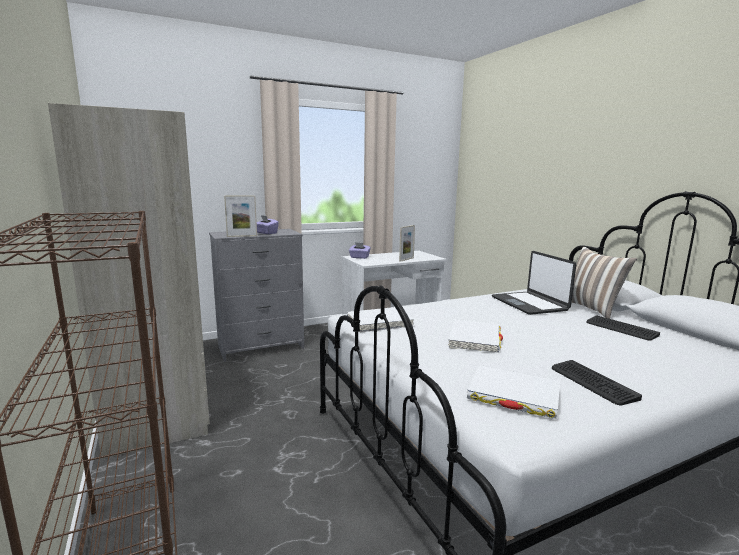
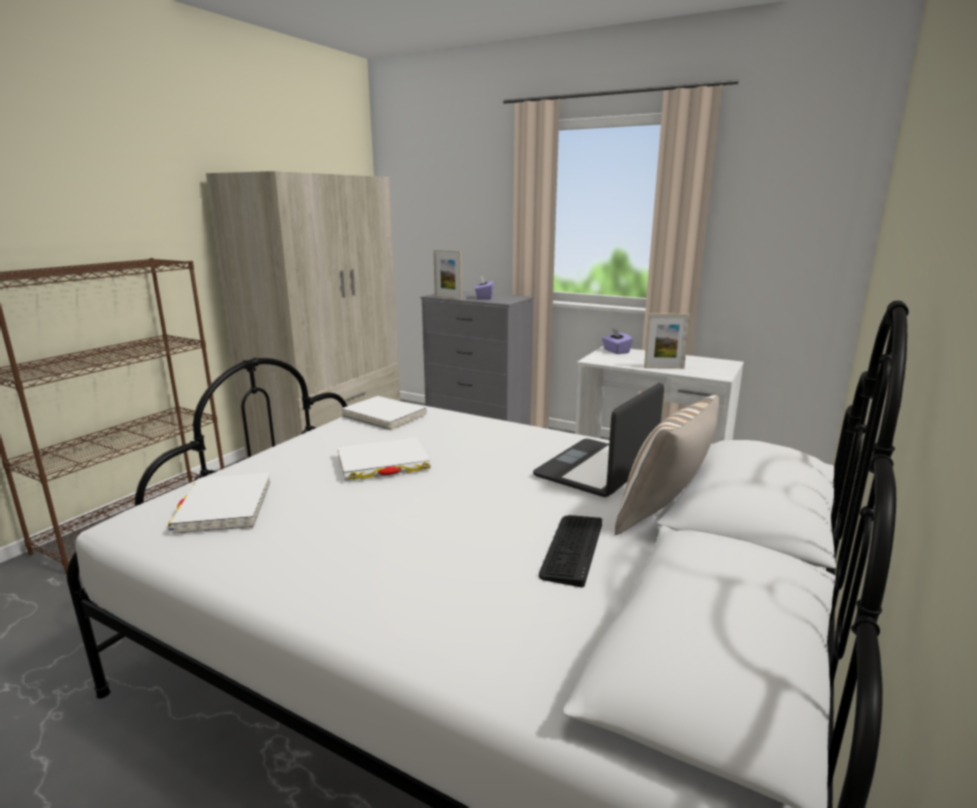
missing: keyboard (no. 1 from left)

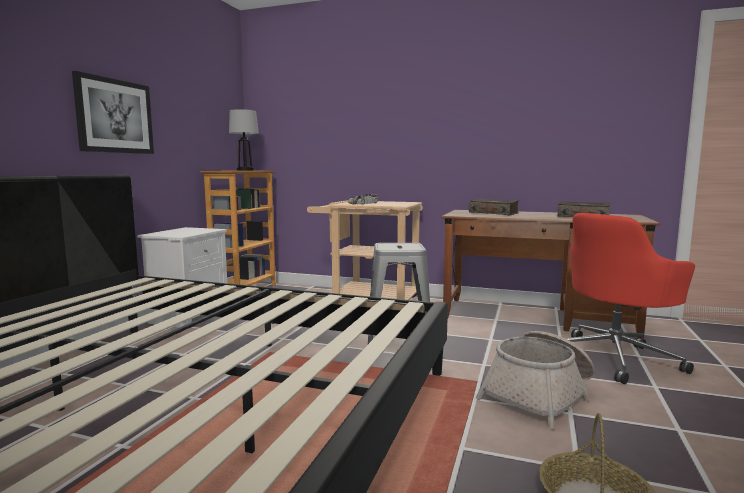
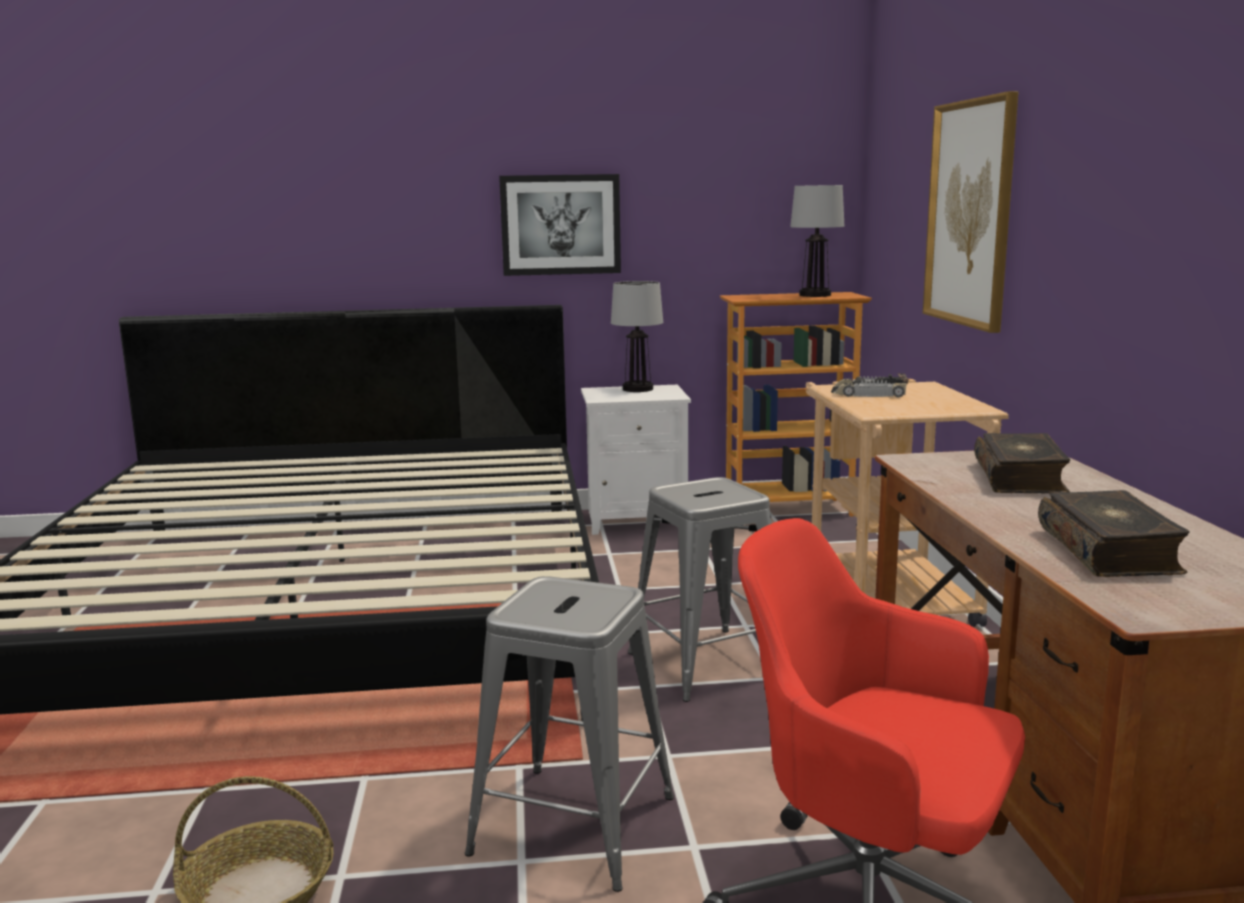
appeared: lamp for a table (no. 1 from left); wall art (no. 2 from left)
exchanged: storage basket (no. 1 from left) to greyish stool seat (no. 1 from left)

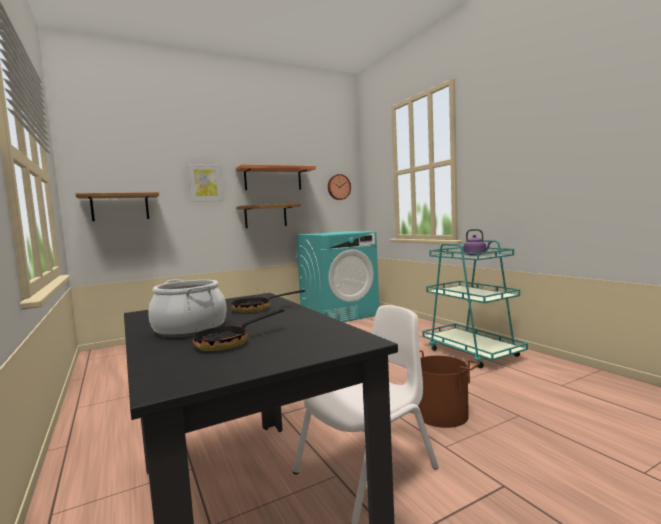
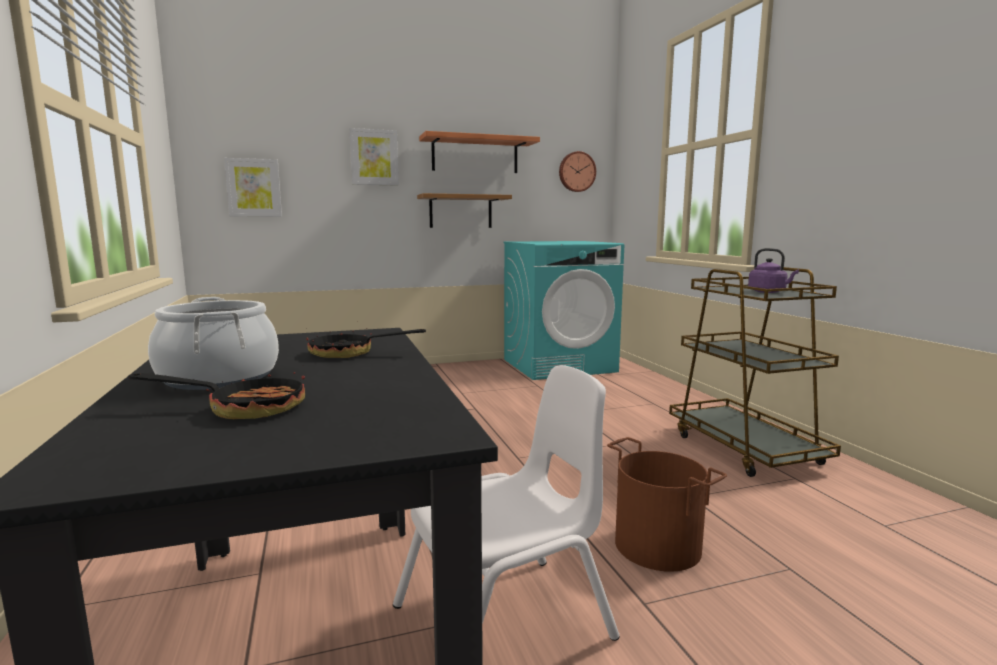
exchanged: wall shelf (no. 1 from left) to wall art (no. 1 from left)
colour: blue-green trolley to brown trolley
spun: skillet (no. 1 from left) 150 degrees counterclockwise

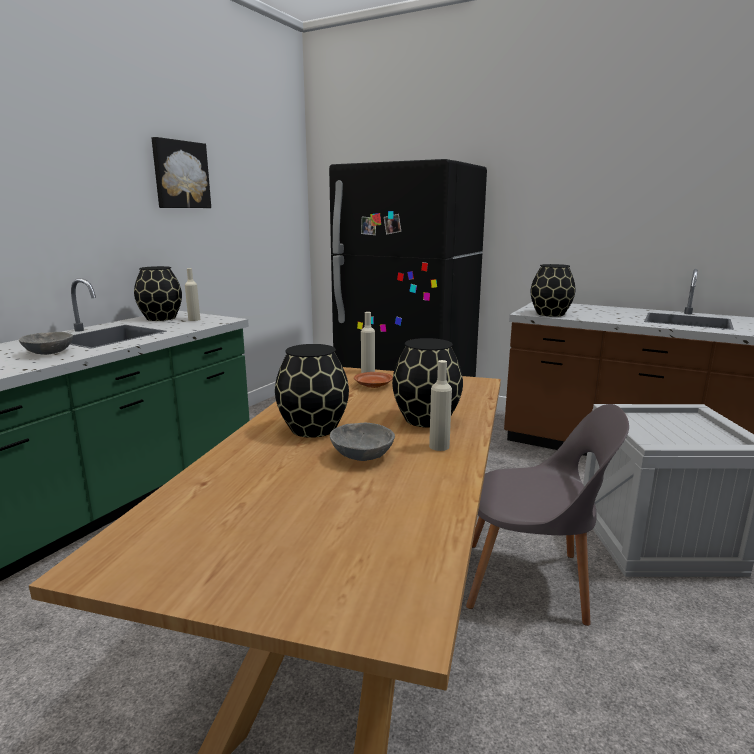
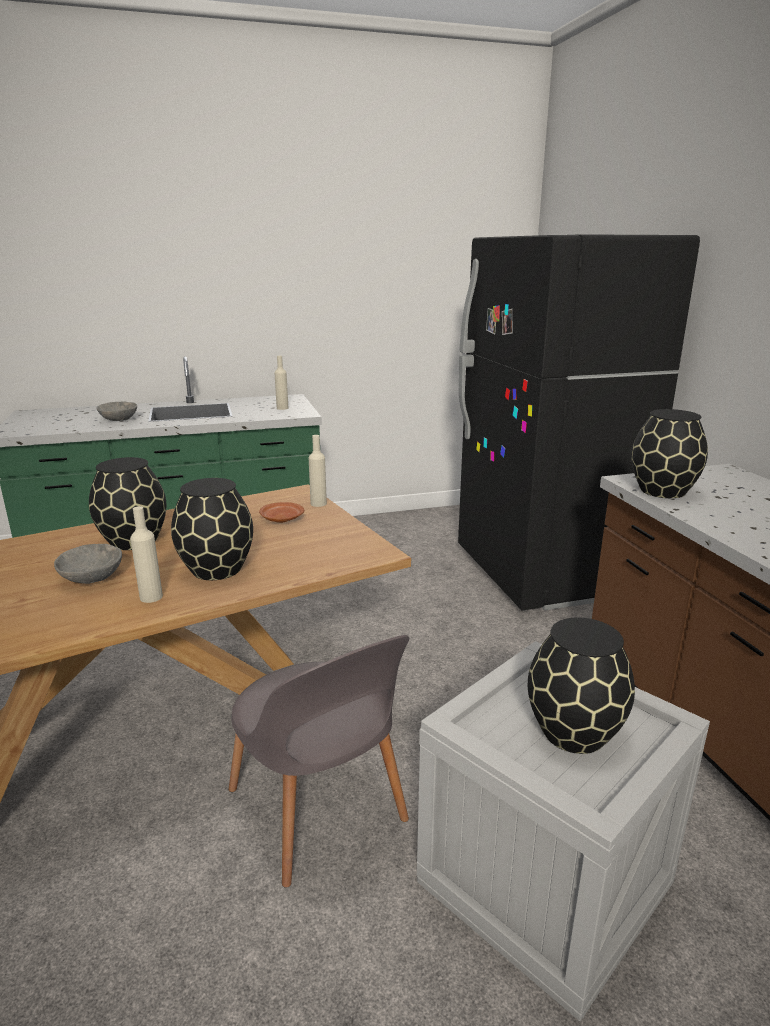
missing: wall art
relocated: black-coloured decorative vase (no. 1 from left in the first image) to black-coloured decorative vase (no. 3 from left)

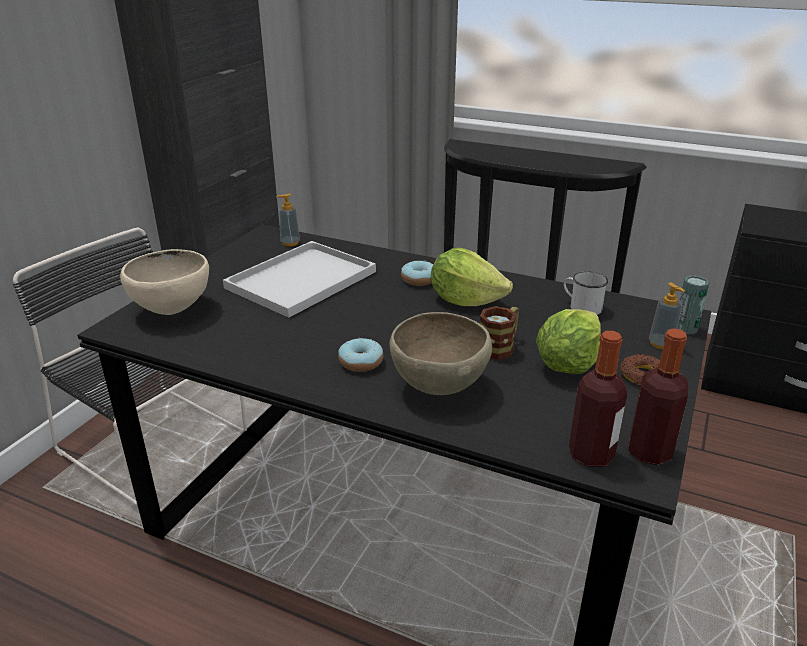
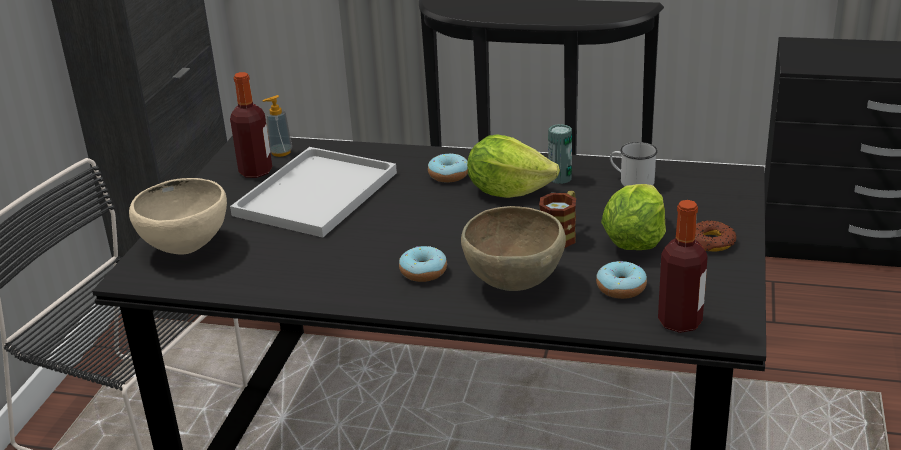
missing: soap bottle (no. 2 from left)
appeared: doughnut (no. 3 from left)
relocated: drink bottle (no. 2 from left in the first image) to drink bottle (no. 1 from left); sealed can

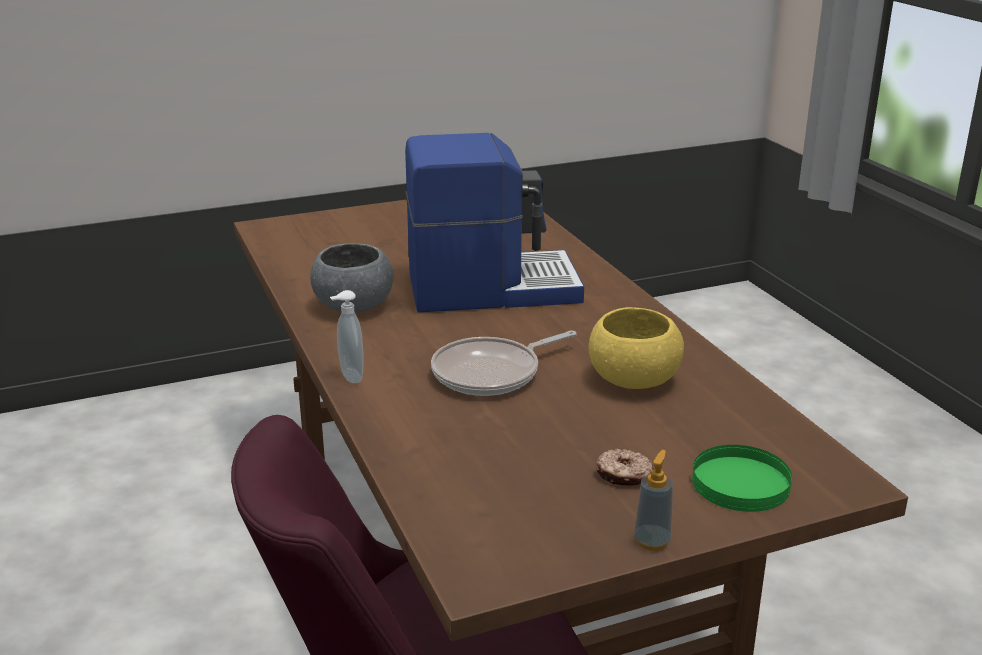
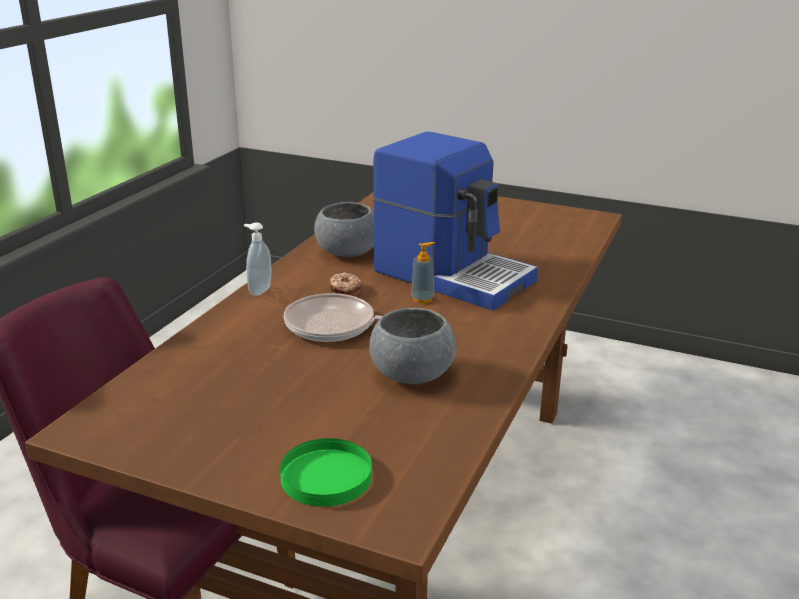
relocated: doughnut; soap bottle (no. 2 from left)
colour: yellowish deep dish to greyish deep dish (no. 2 from left)

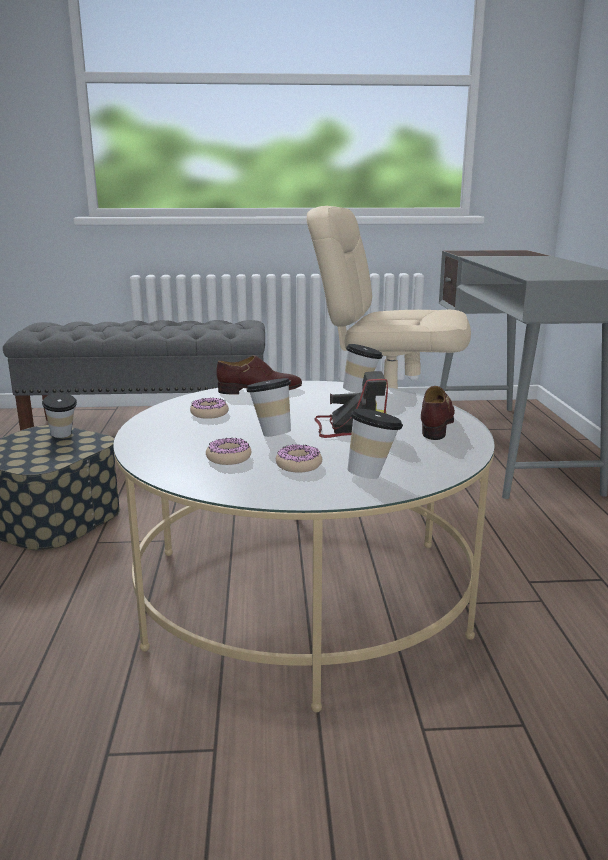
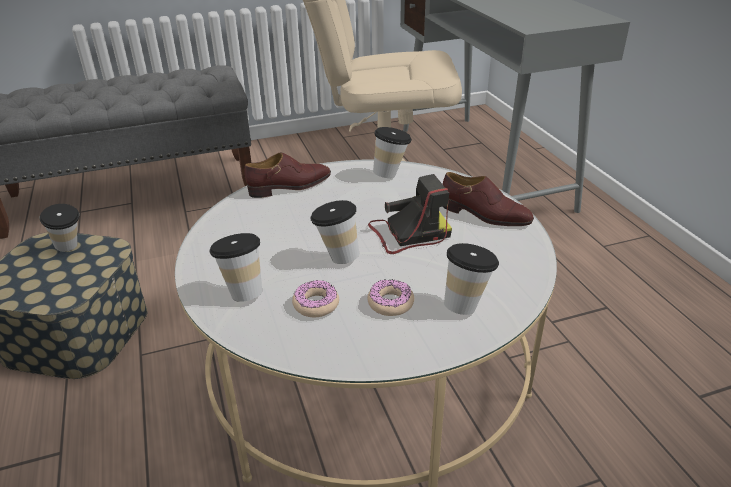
missing: doughnut (no. 1 from left)
appeared: drinking cup (no. 2 from left)
spun: brown shoe (no. 2 from left) 120 degrees clockwise

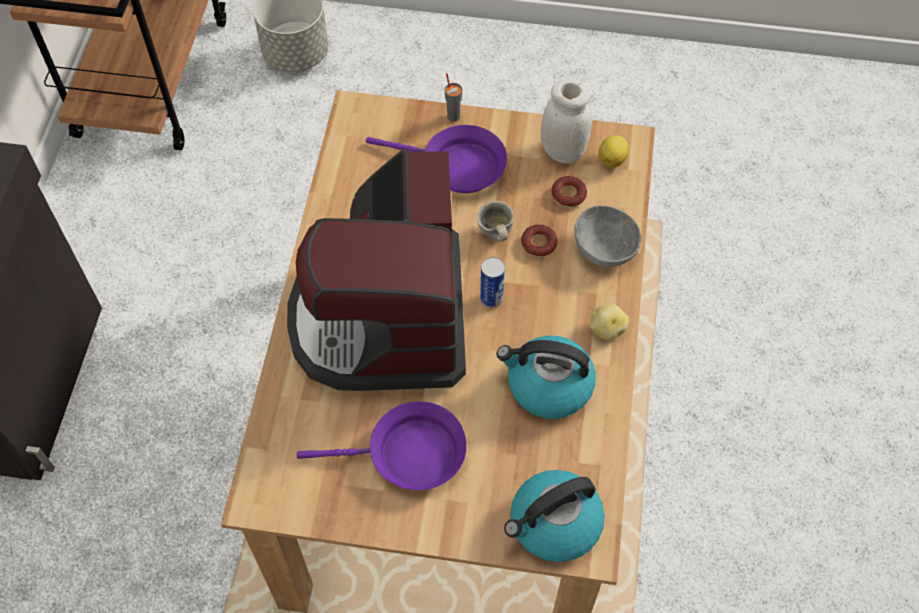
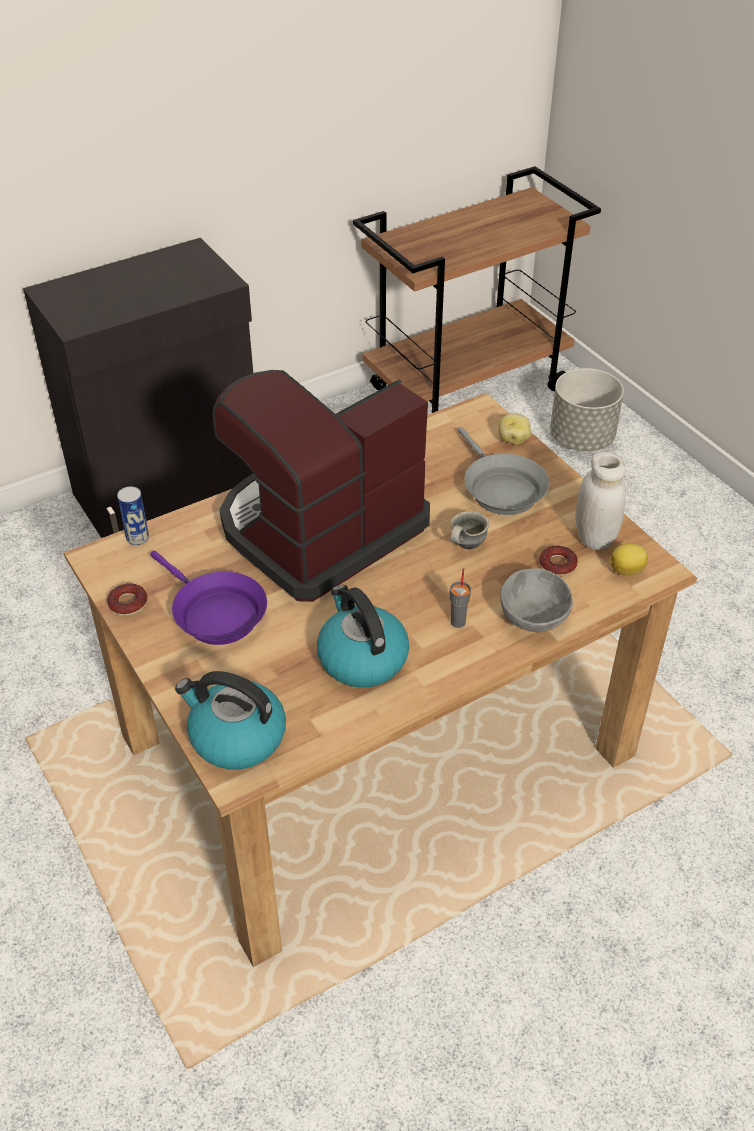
relocated: doughnut (no. 1 from left); sealed can; greyish drinking cup; spud
colour: purple-coloured skillet (no. 2 from left) to greyish skillet

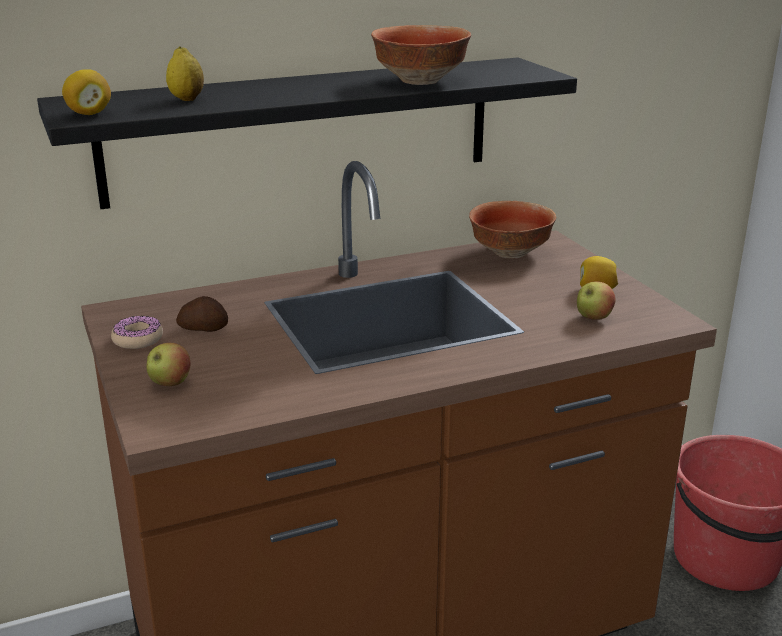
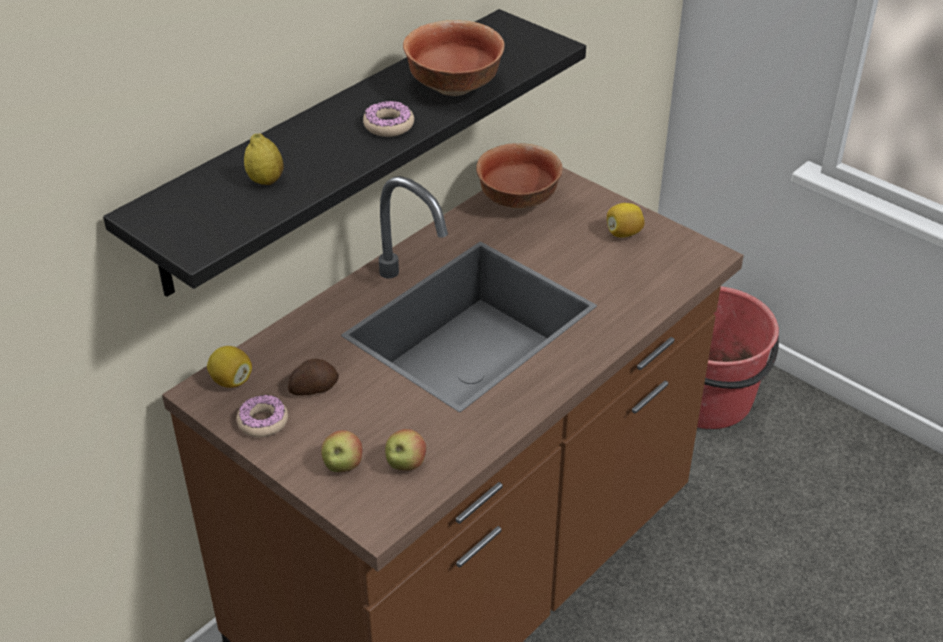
appeared: doughnut (no. 2 from left)
relocated: citrus fruit (no. 1 from left); apple (no. 2 from left)

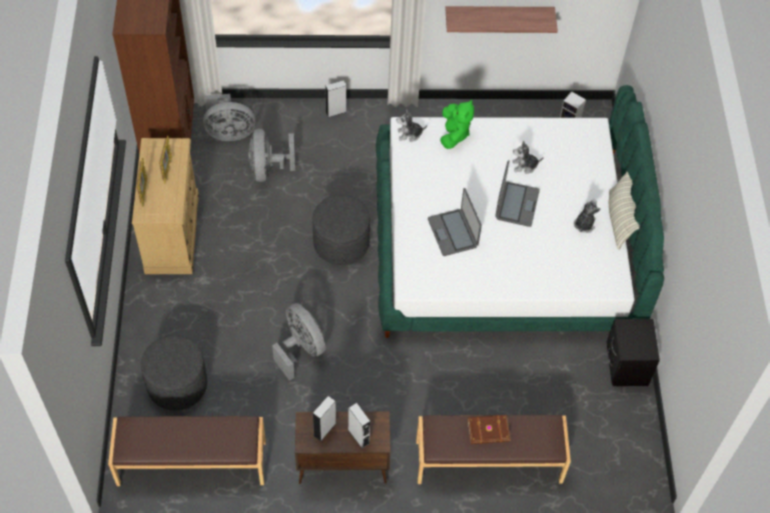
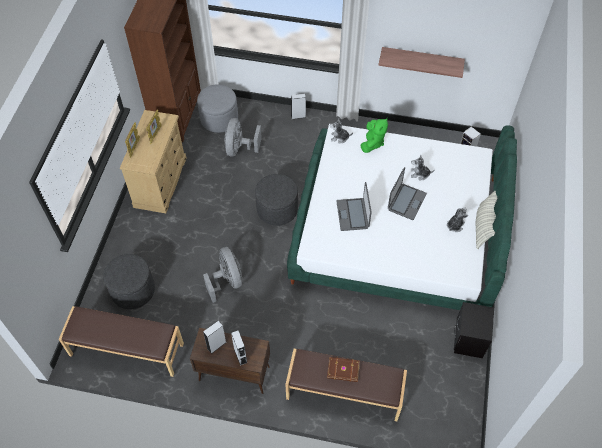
exchanged: greyish fan (no. 1 from left) to greyish pouffe (no. 2 from left)

